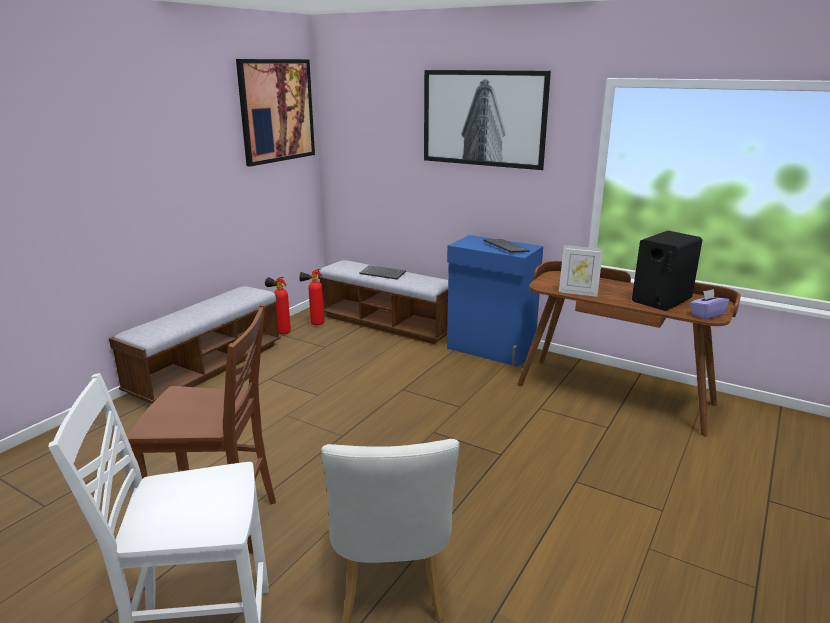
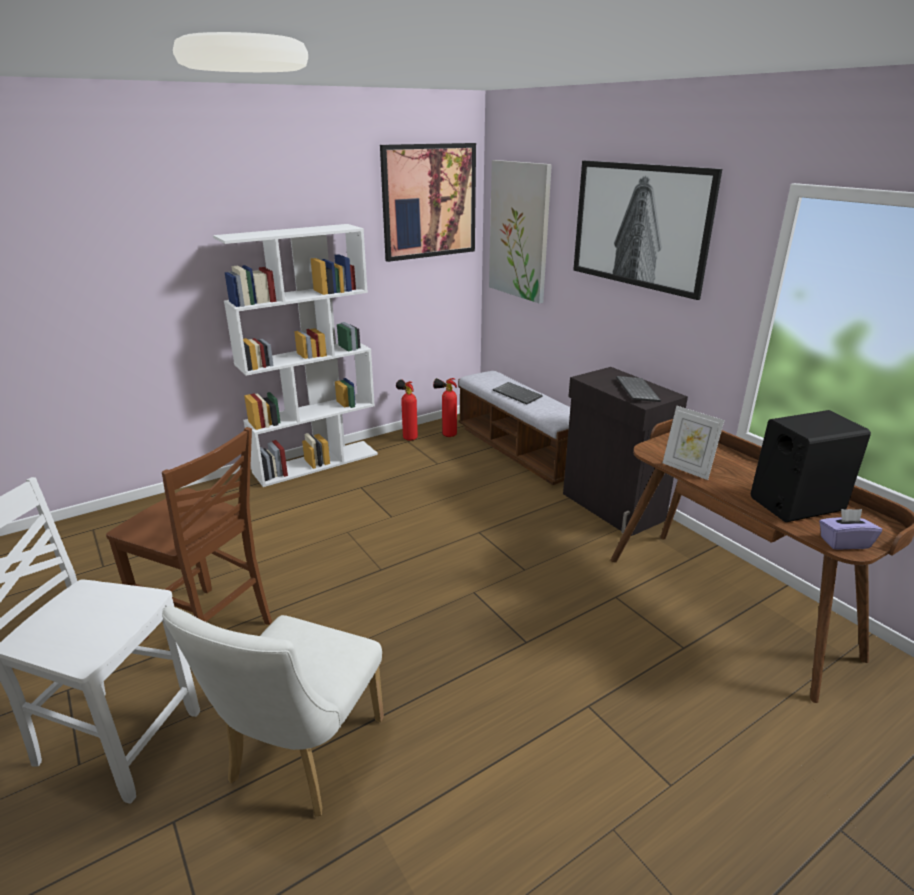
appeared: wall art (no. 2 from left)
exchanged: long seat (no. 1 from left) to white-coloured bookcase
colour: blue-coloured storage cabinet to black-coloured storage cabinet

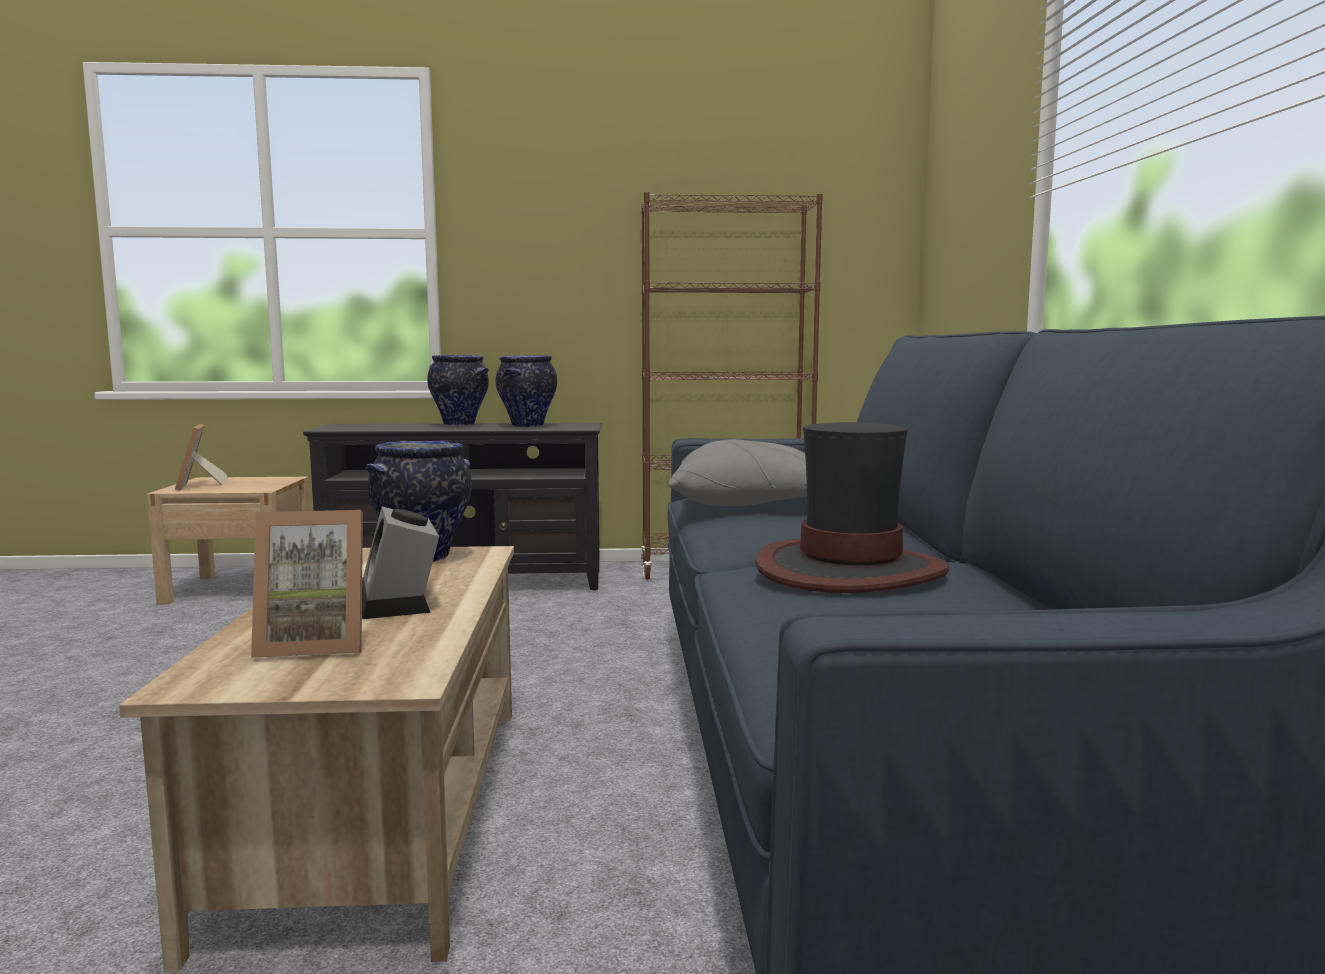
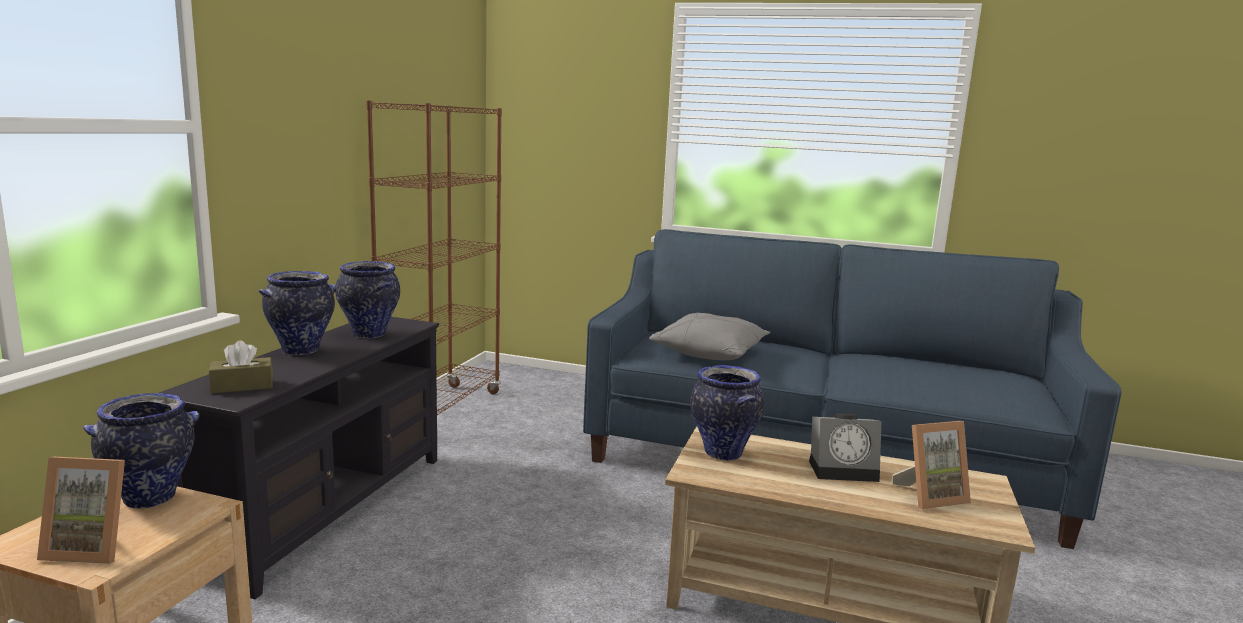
missing: clothing hat
appeared: decorative vase (no. 1 from left); brown tissue holder
spun: photo frame (no. 2 from left) 60 degrees clockwise

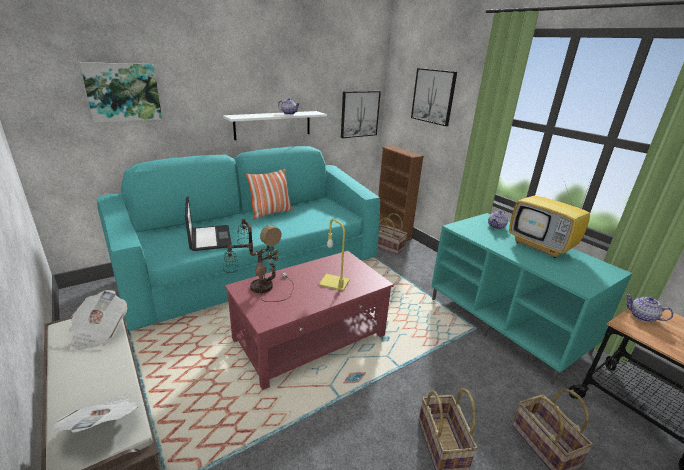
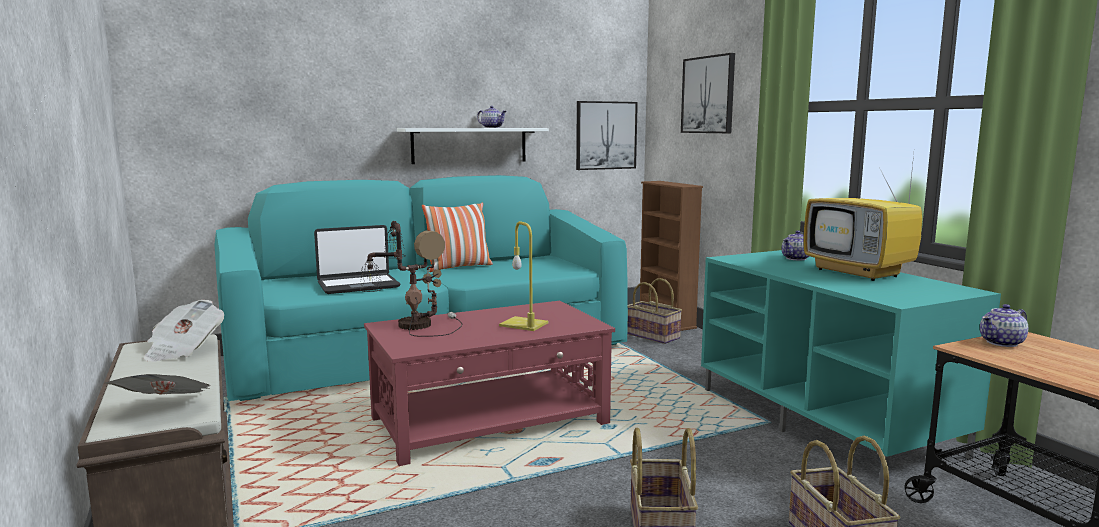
missing: wall art (no. 1 from left)
spun: notebook computer 75 degrees clockwise; tea pot (no. 3 from left) 75 degrees counterclockwise

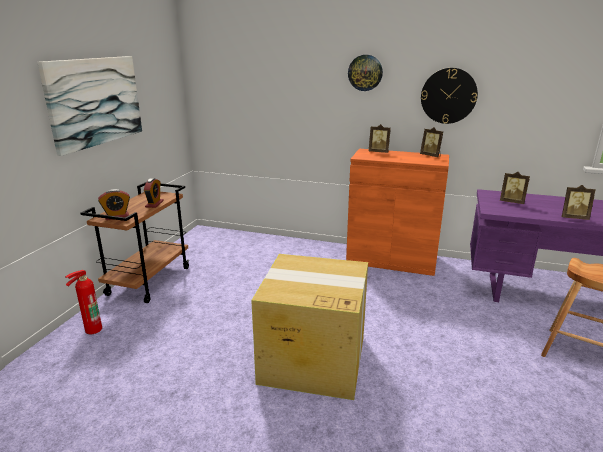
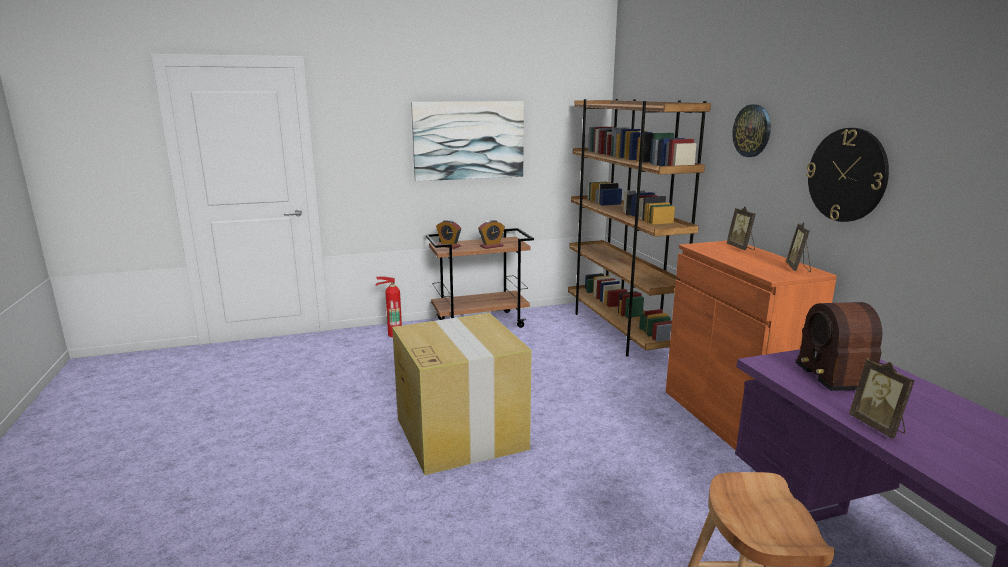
appeared: brown bookcase
exchanged: photo frame (no. 3 from left) to radio set

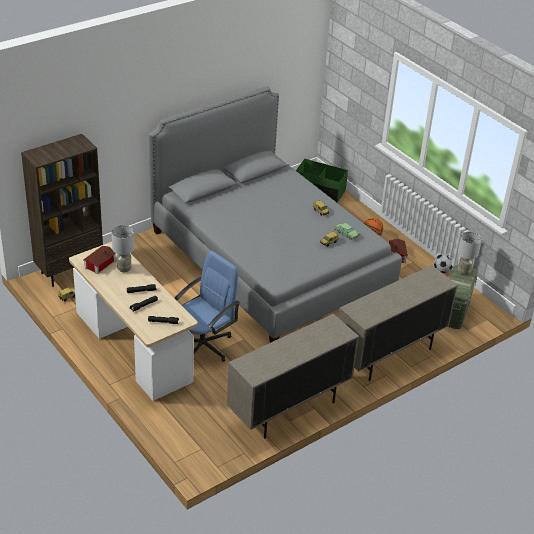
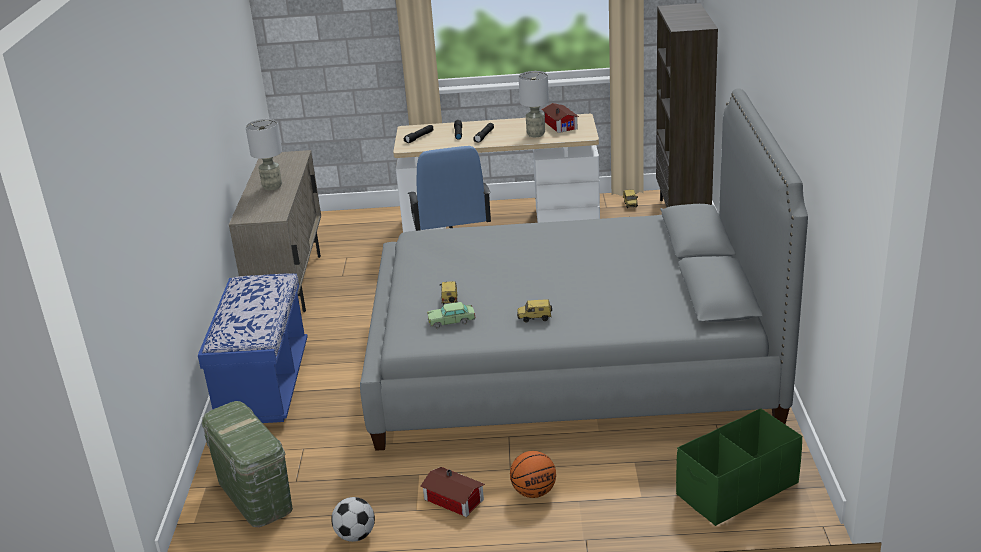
relocated: greyish lamp for a table (no. 2 from left in the first image) to greyish lamp for a table (no. 1 from left)
exchanged: sand-coloured storage cabinet (no. 2 from left) to blue-coloured long seat

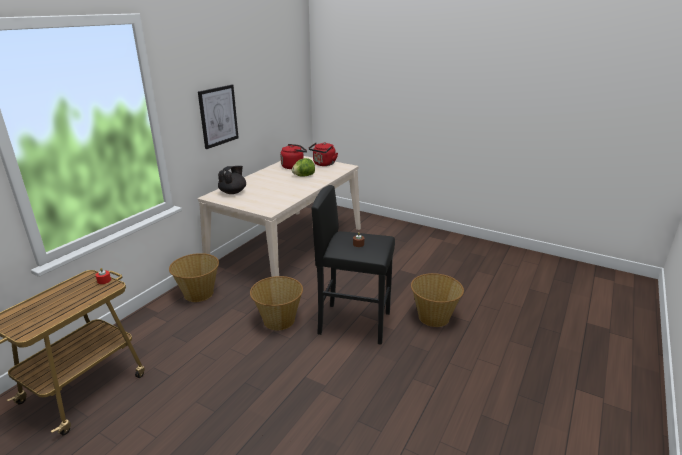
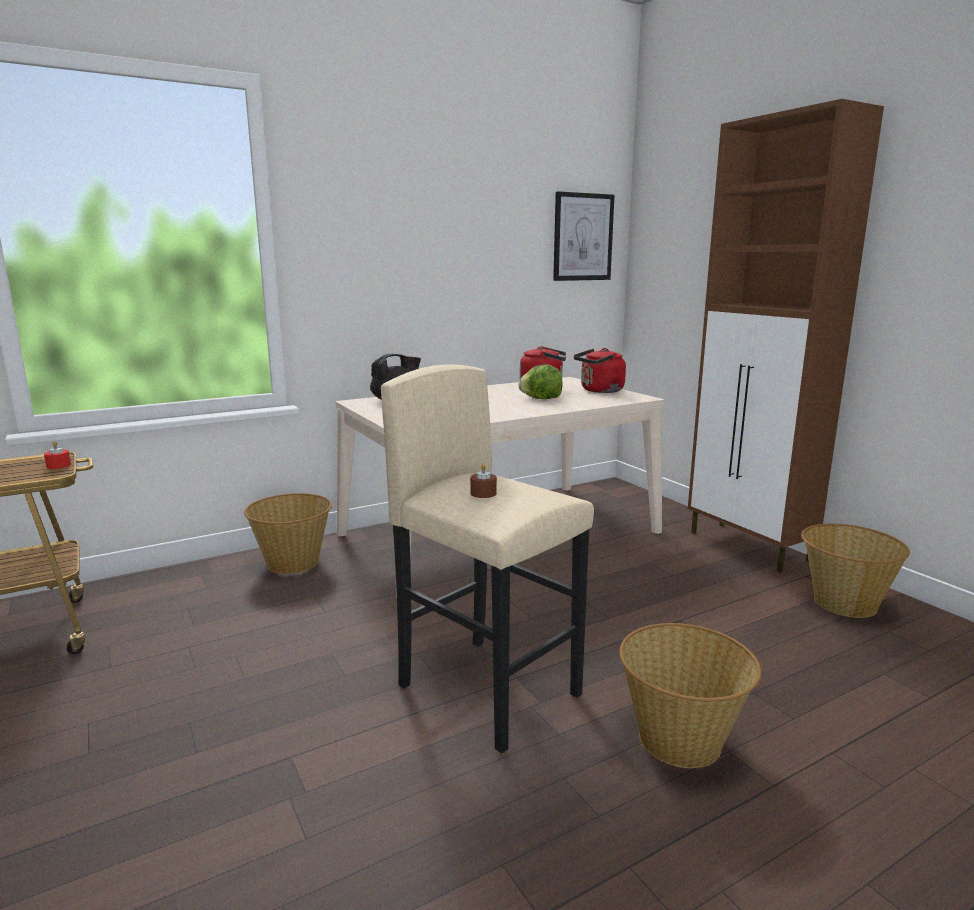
appeared: brown storage cabinet
relocated: wall art; storage basket (no. 2 from left in the first image) to storage basket (no. 3 from left)
colour: black-coloured stool seat to sand-coloured stool seat

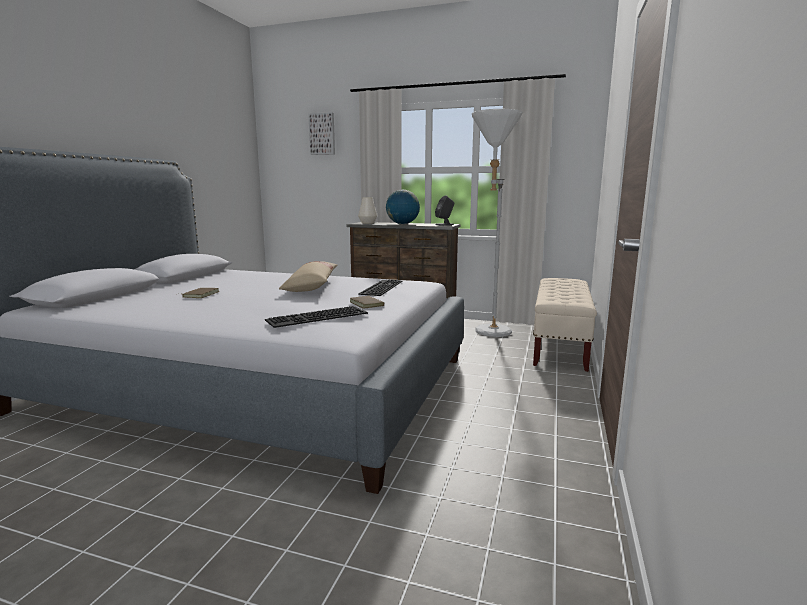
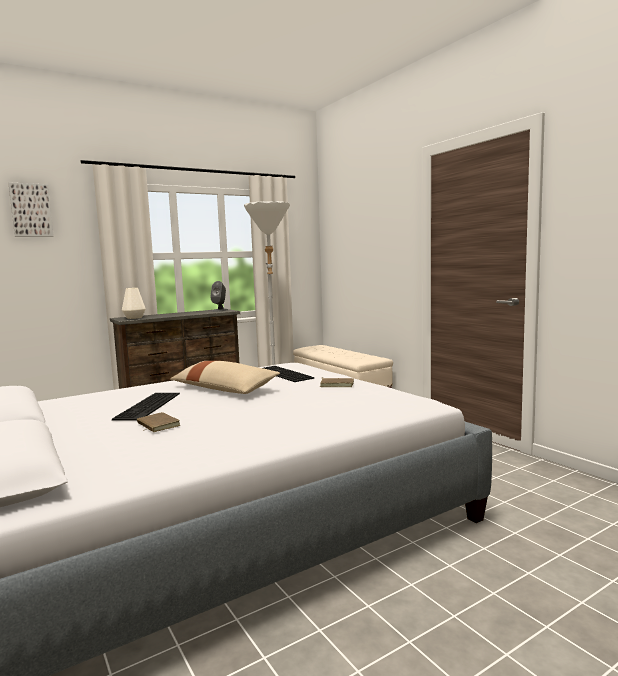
missing: desk globe
relocated: keyboard (no. 1 from left)

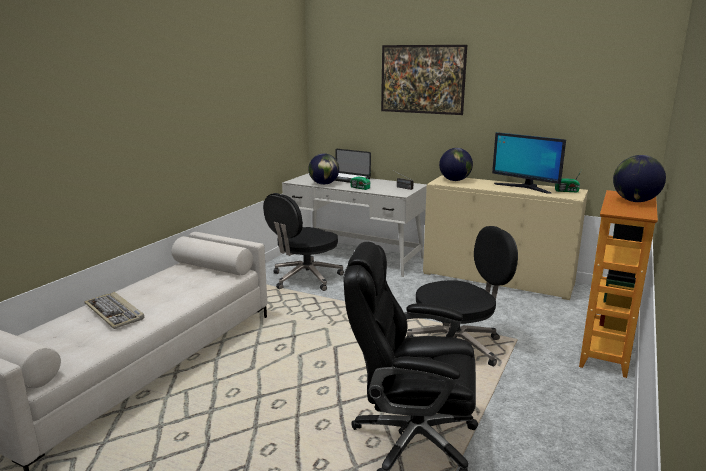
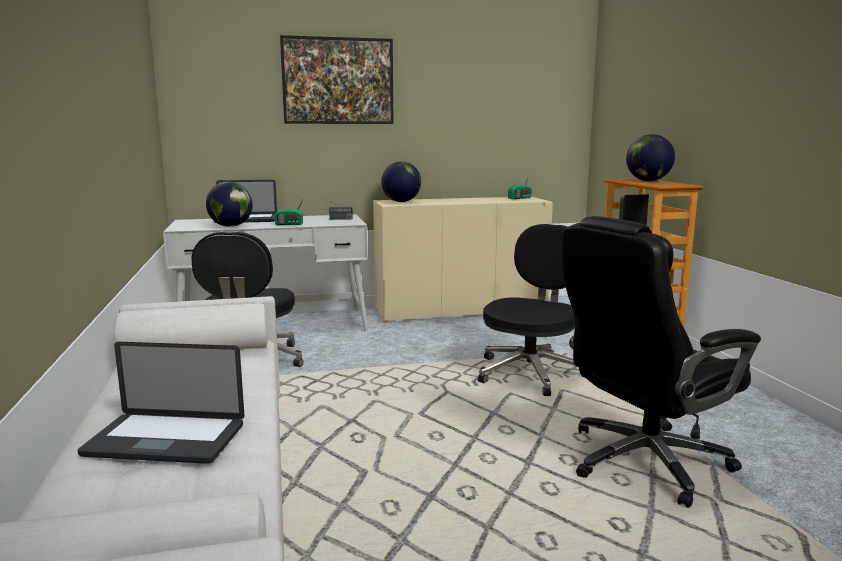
missing: monitor
exchanged: keyboard to notebook computer (no. 1 from left)

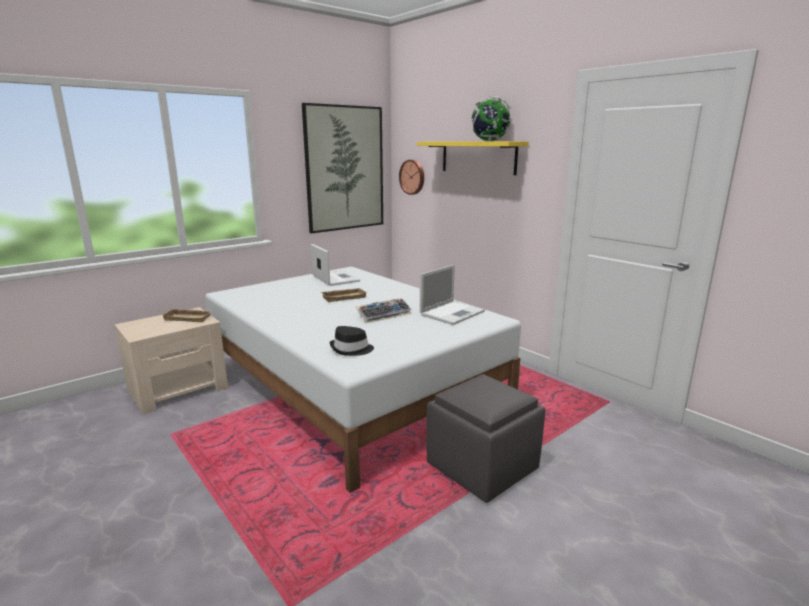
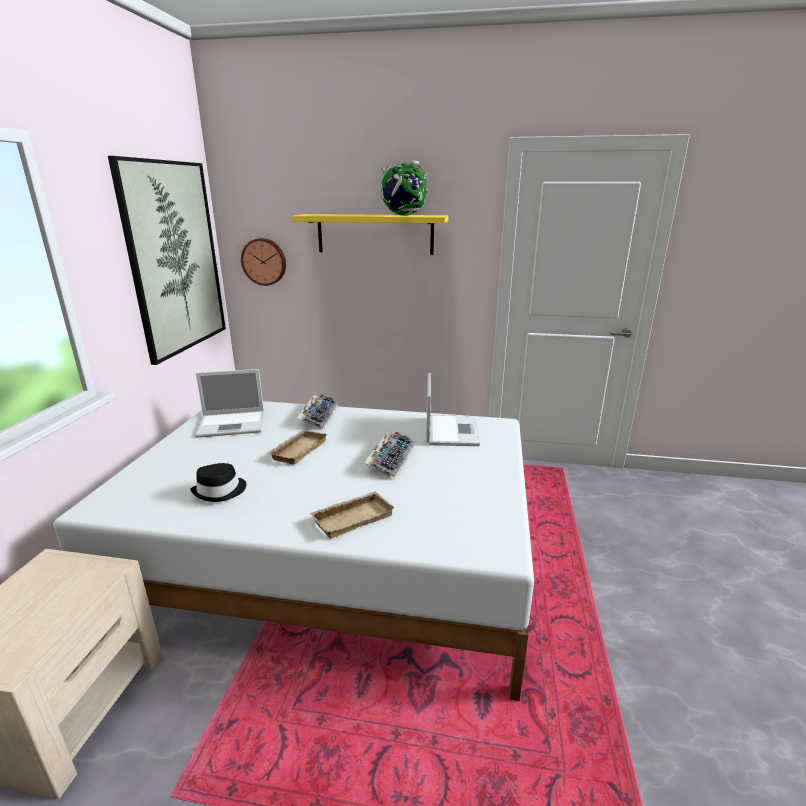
missing: greyish pouffe
appeared: keyboard (no. 1 from left)
relocated: black-coloured clothing hat; sand-coloured tray (no. 1 from left in the first image) to sand-coloured tray (no. 2 from left)
spun: notebook computer (no. 1 from left) 150 degrees clockwise

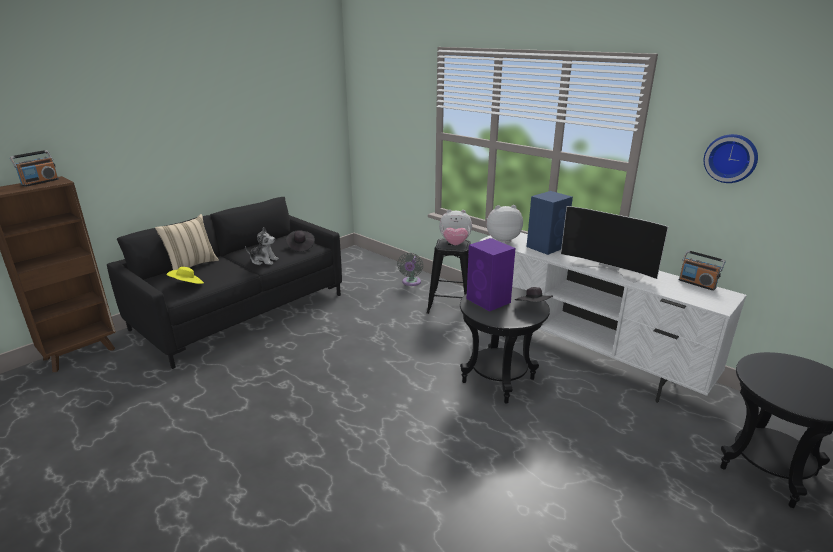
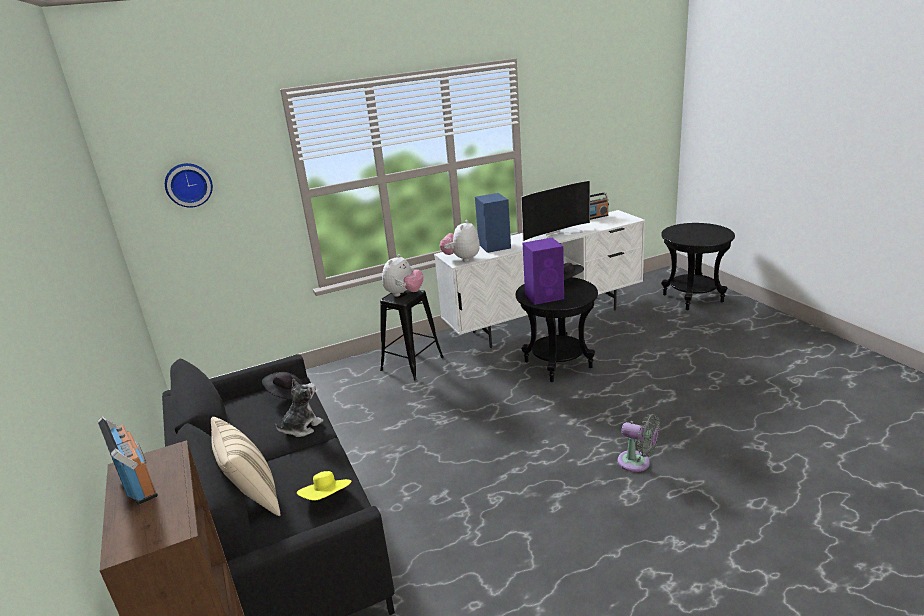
relocated: clock on the wall; greyish fan

